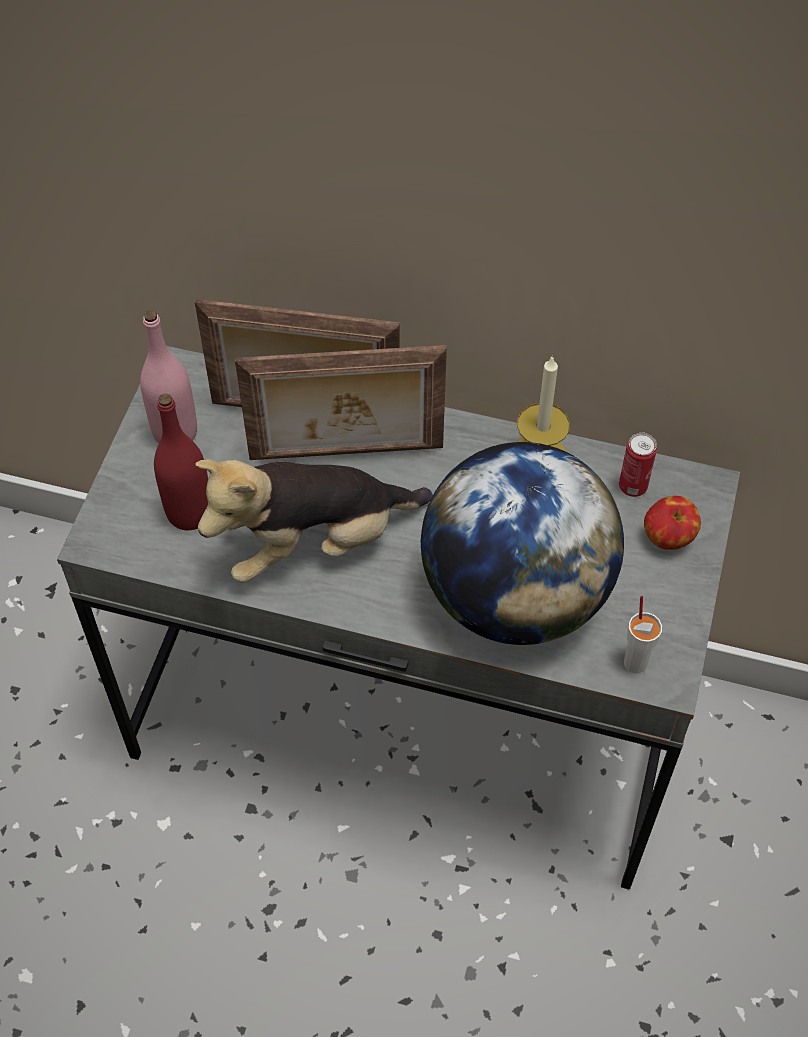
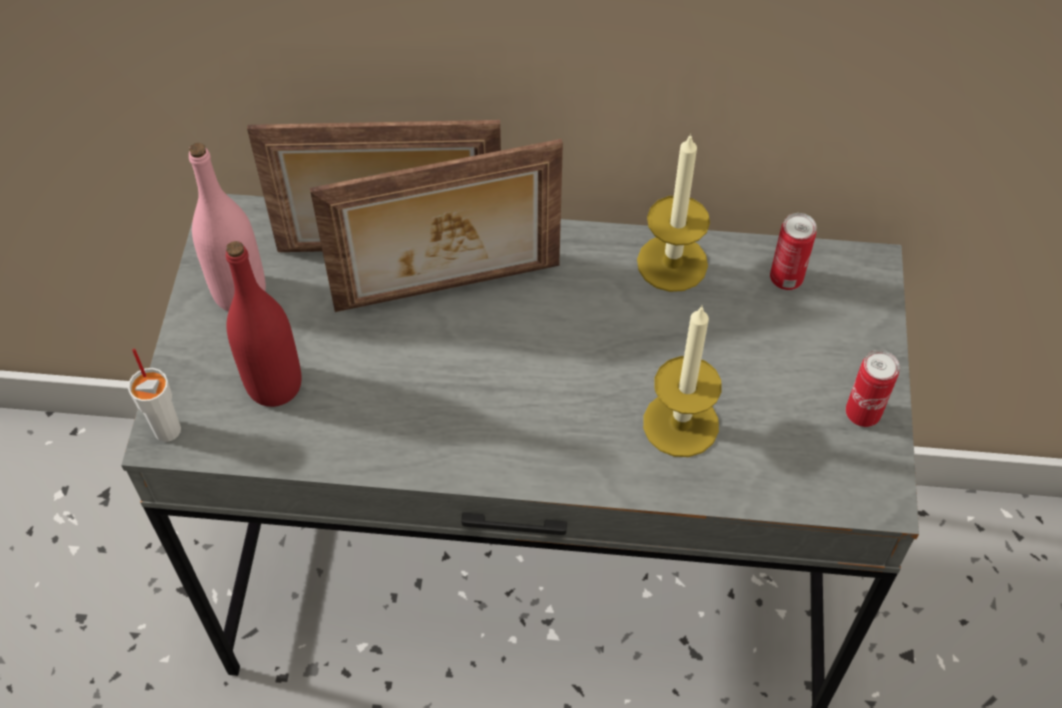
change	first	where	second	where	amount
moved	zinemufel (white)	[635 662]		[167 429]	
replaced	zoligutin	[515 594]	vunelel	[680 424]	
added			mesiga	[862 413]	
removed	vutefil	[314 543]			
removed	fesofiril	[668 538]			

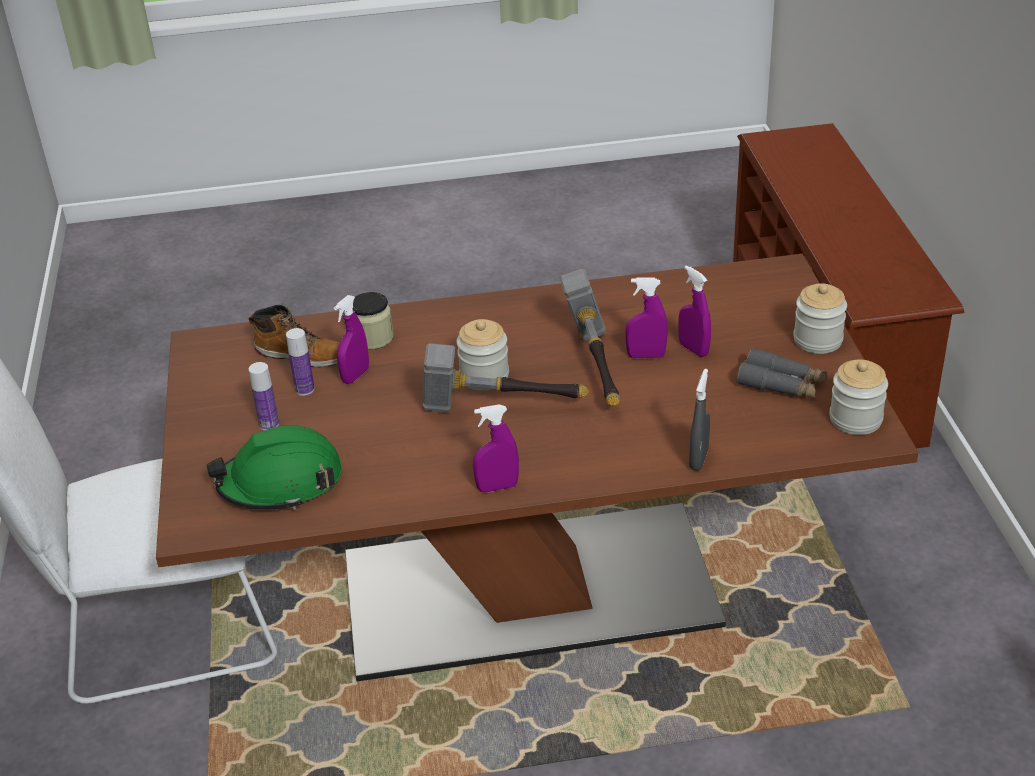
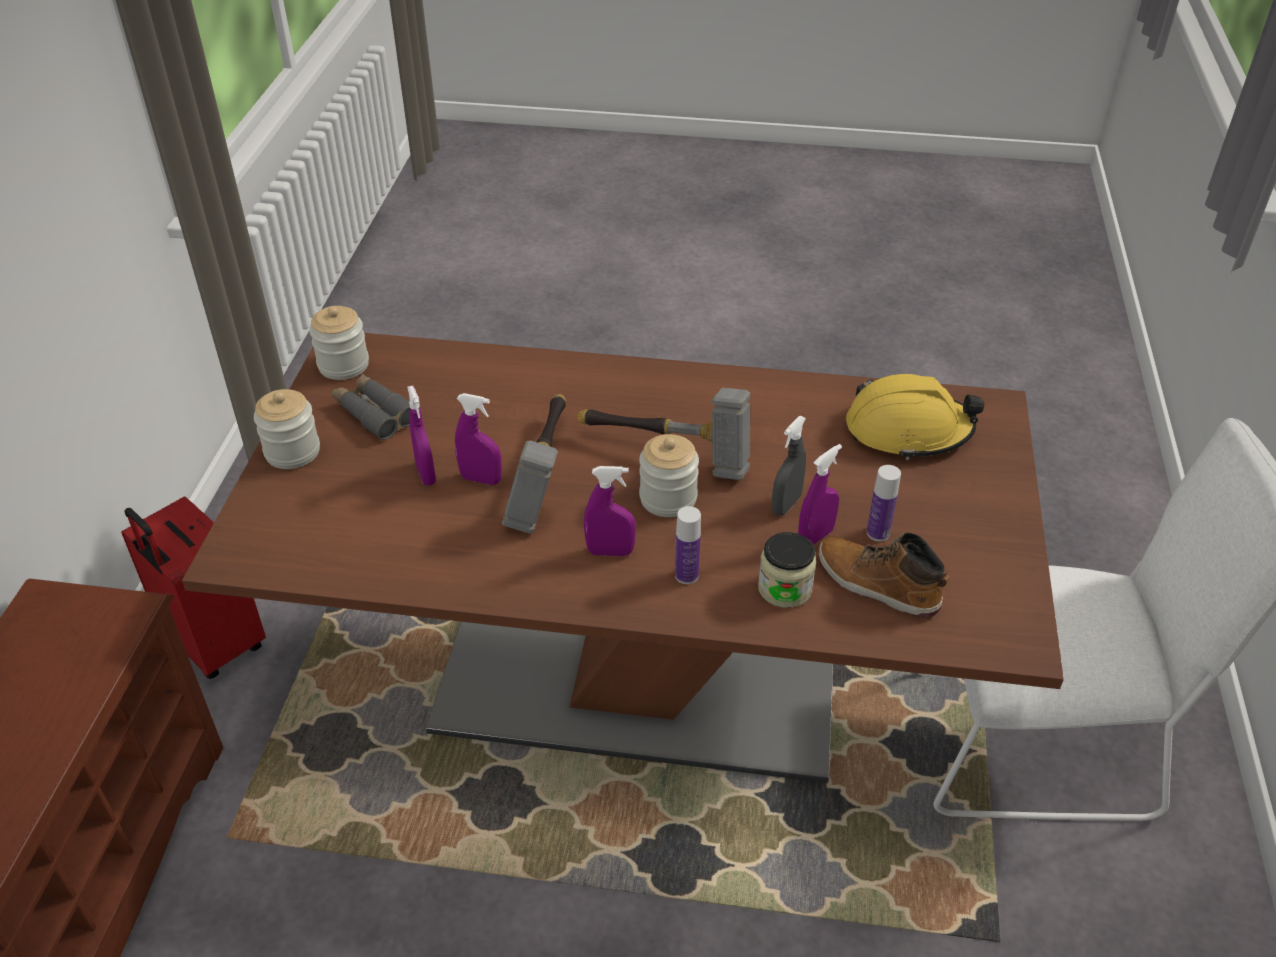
change	first	where	second	where	amount
added			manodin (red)	[212 644]	
moved	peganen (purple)	[497 487]		[610 552]	
moved	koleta	[269 424]		[686 575]	
moved	peganen (grey)	[698 459]		[786 505]	
recoloured	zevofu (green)	[281 483]	zevofu (yellow)	[908 430]	

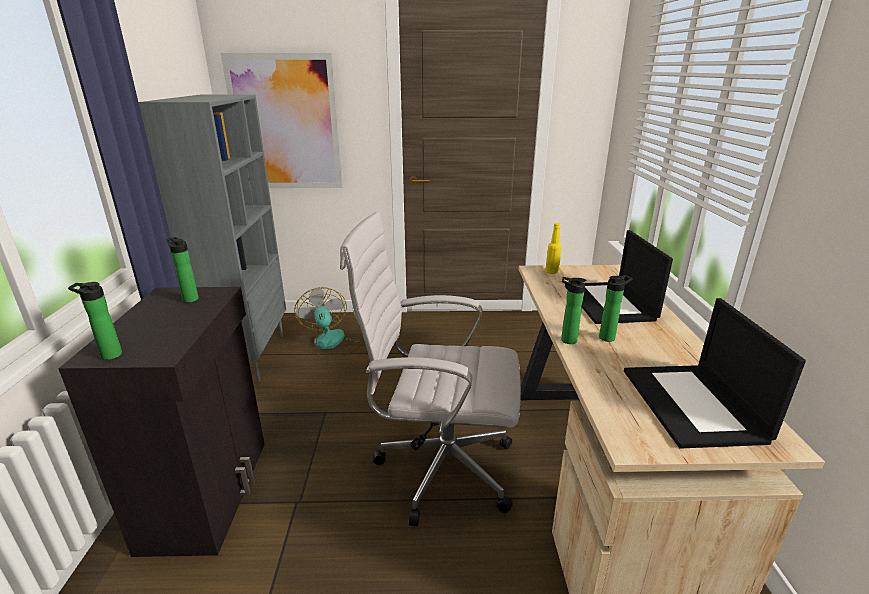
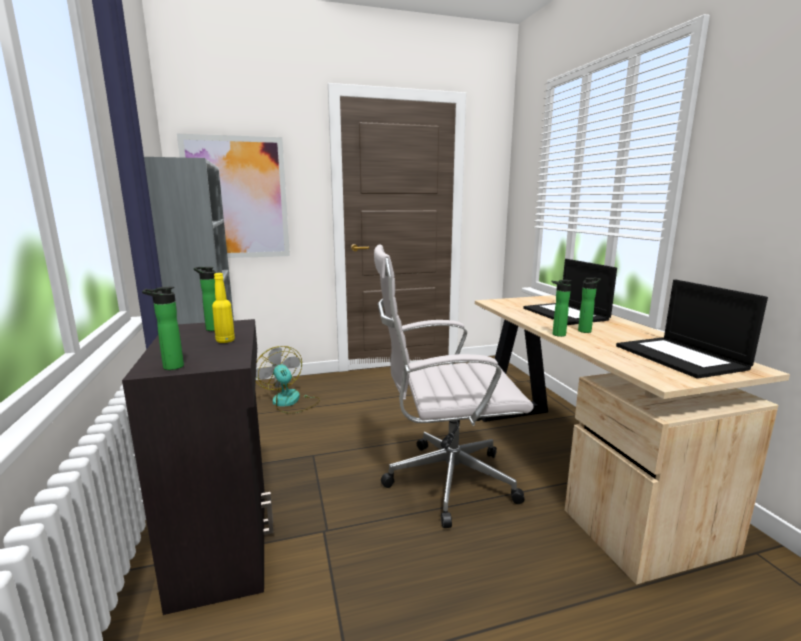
change	first	where	second	where	amount
moved	koleta (yellow)	[551 272]		[225 341]	

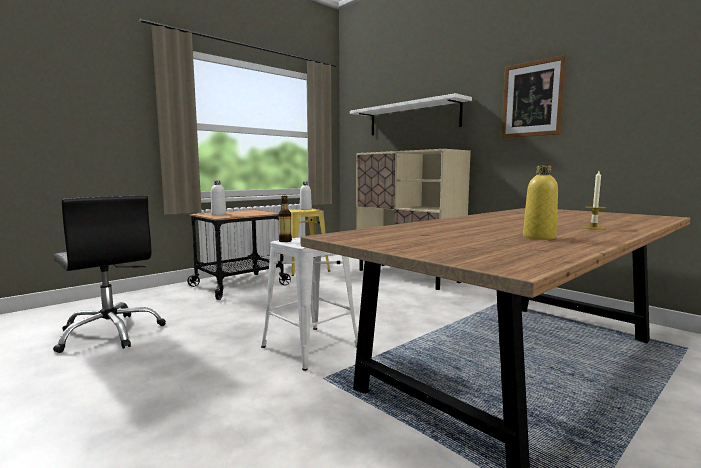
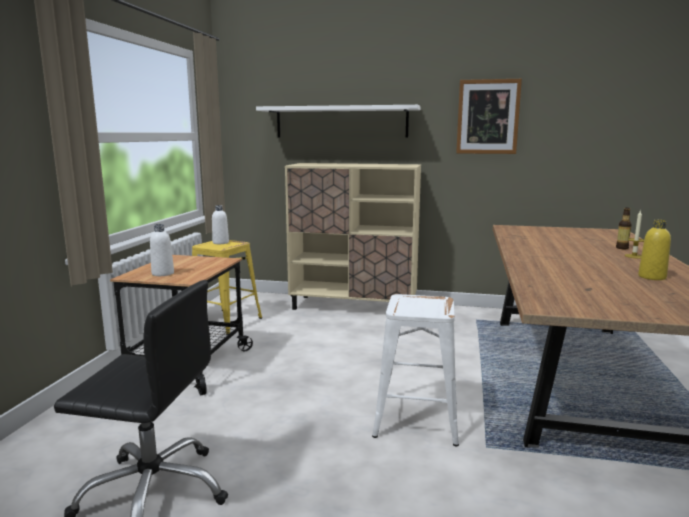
change	first	where	second	where	amount
moved	koleta	[285 241]		[622 248]	

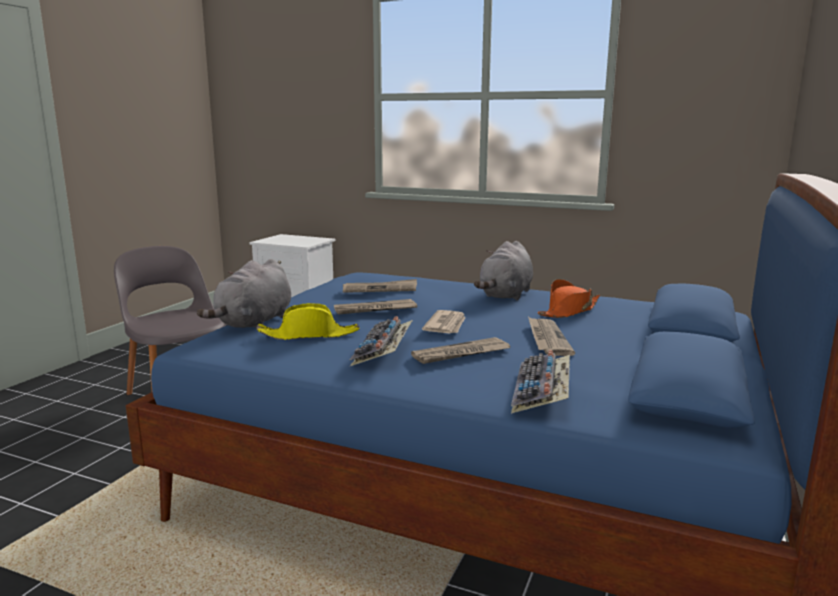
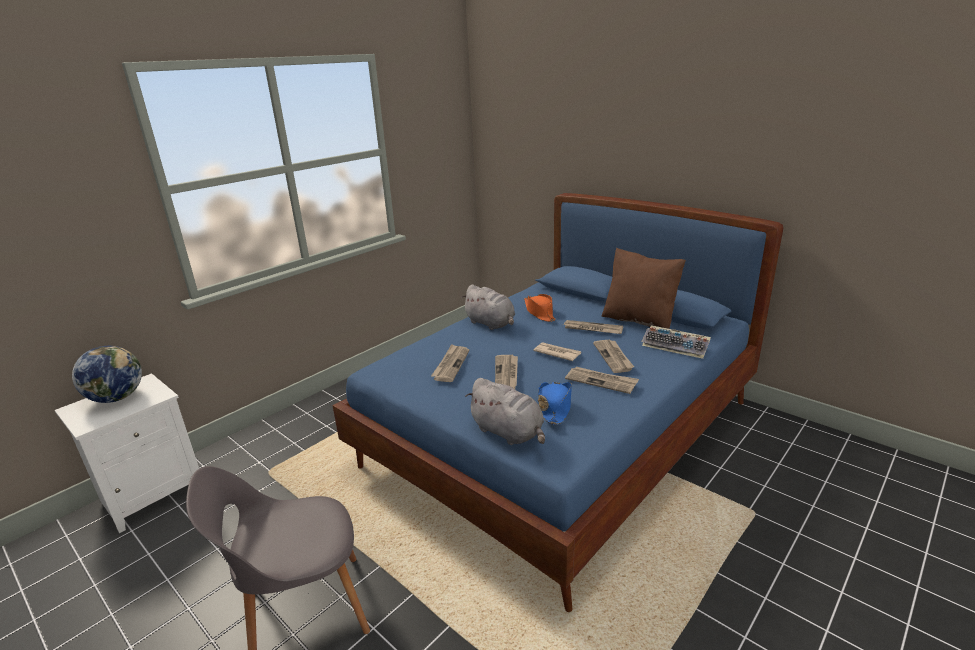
change	first	where	second	where	amount
added			zoligutin	[117 398]	
recoloured	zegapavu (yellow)	[309 335]	zegapavu (blue)	[555 407]	
replaced	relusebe	[383 351]	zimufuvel	[601 381]	
added			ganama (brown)	[639 320]	

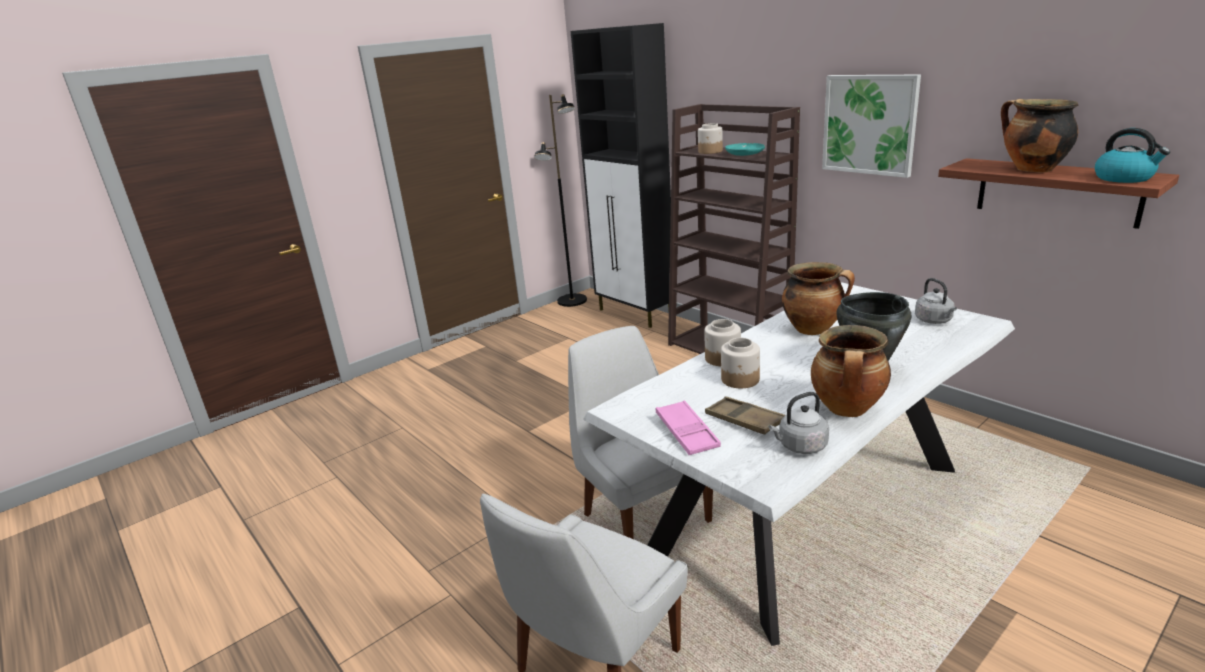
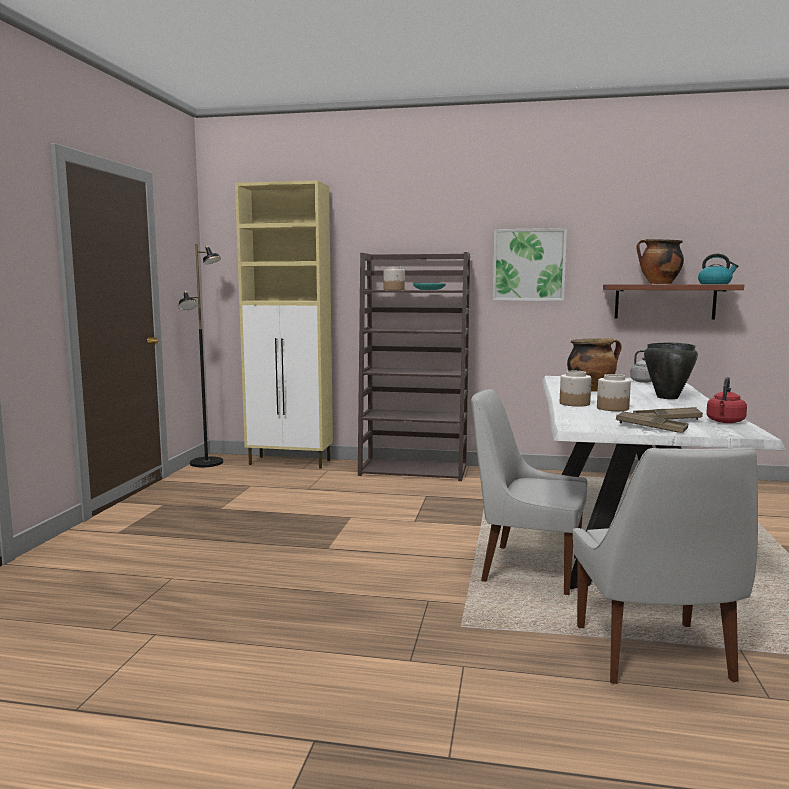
change	first	where	second	where	amount
recoloured	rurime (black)	[635 314]	rurime (beige)	[291 462]	
recoloured	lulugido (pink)	[687 432]	lulugido (brown)	[651 427]	
recoloured	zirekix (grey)	[800 446]	zirekix (red)	[725 422]	
removed	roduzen	[848 410]			

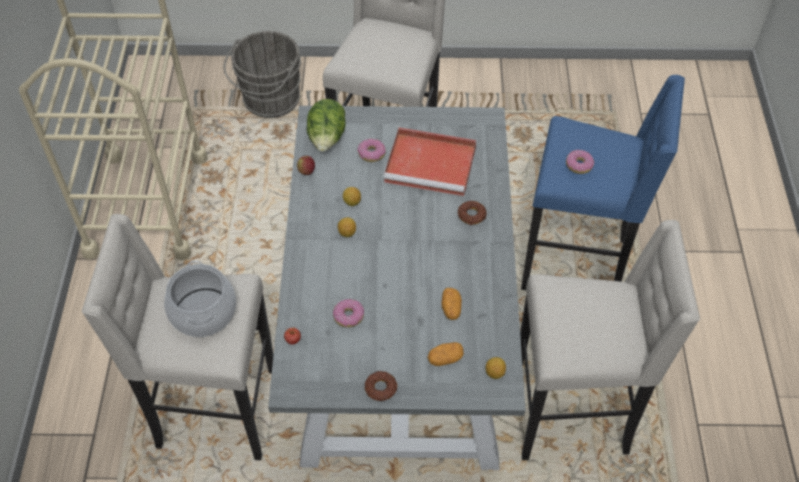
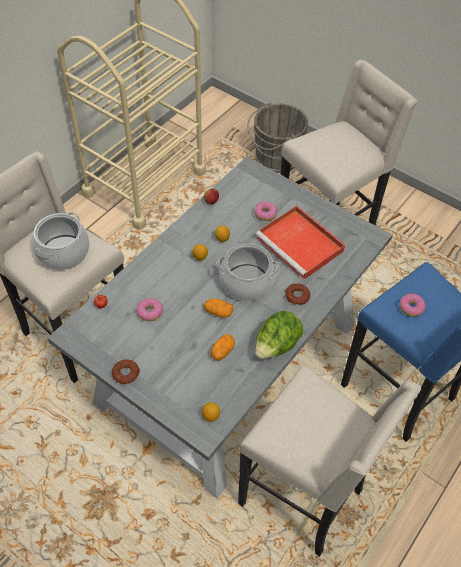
change	first	where	second	where	amount
moved	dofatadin	[445 359]		[218 312]	
added			roduzen	[246 283]	
moved	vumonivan	[327 139]		[276 346]	

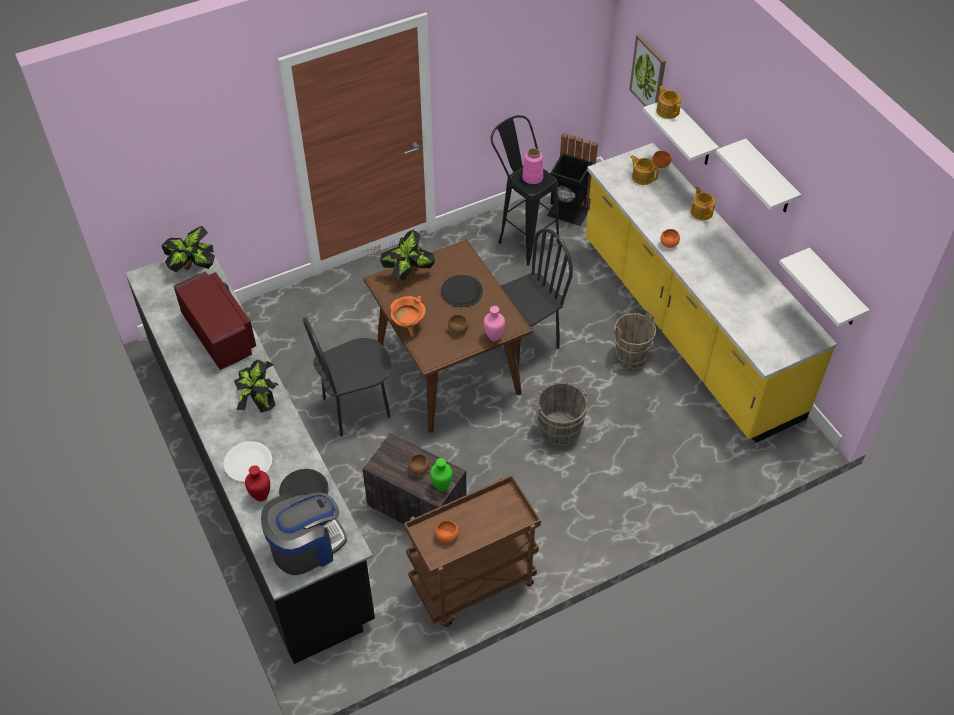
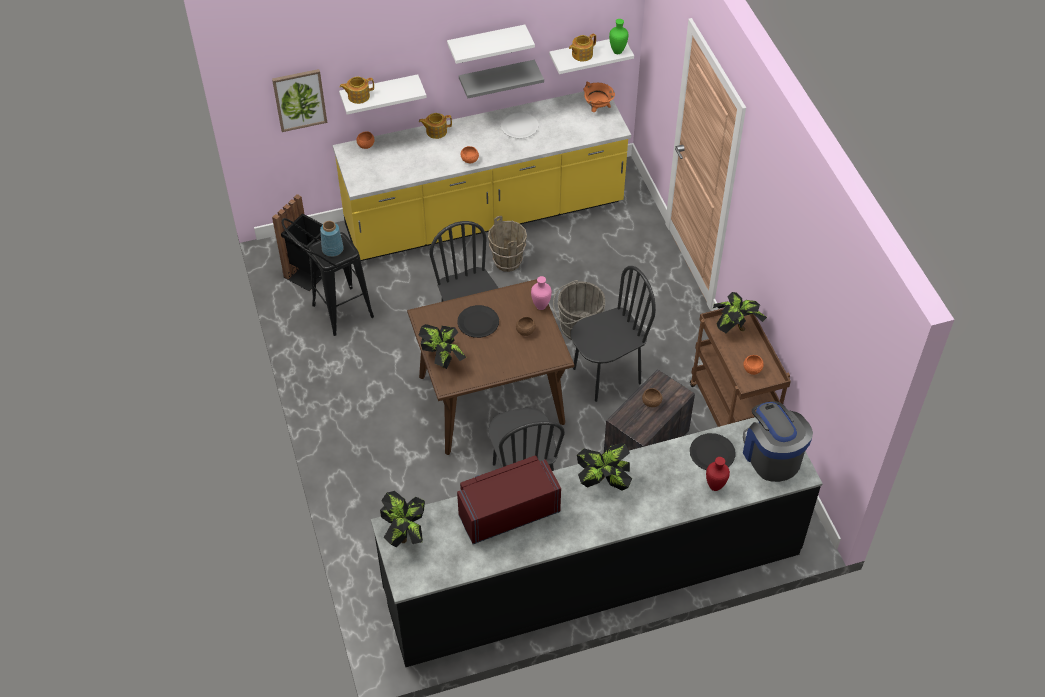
change	first	where	second	where	amount
recoloured	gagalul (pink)	[532 177]	gagalul (blue)	[332 249]	
added			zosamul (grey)	[497 79]	
moved	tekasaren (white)	[248 462]		[519 126]	
moved	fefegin	[642 177]		[581 54]	
added			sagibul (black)	[606 375]	
moved	roduzen (orange)	[408 326]		[597 108]	
moved	gagalul (green)	[442 486]		[617 51]	
added			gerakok	[735 328]	

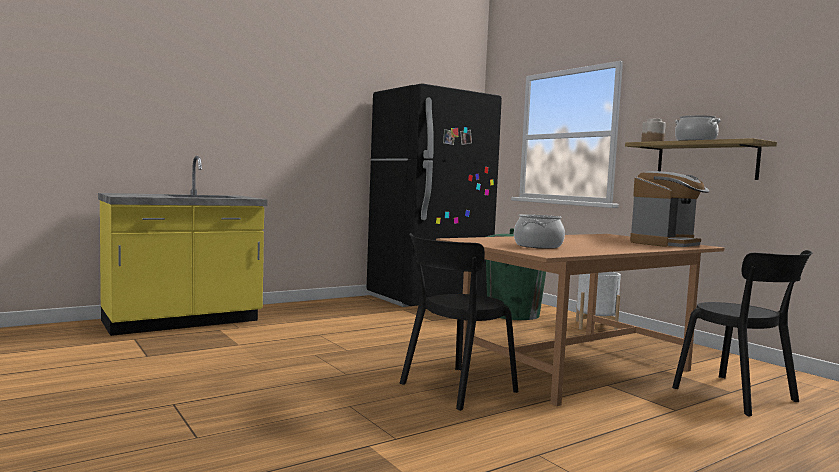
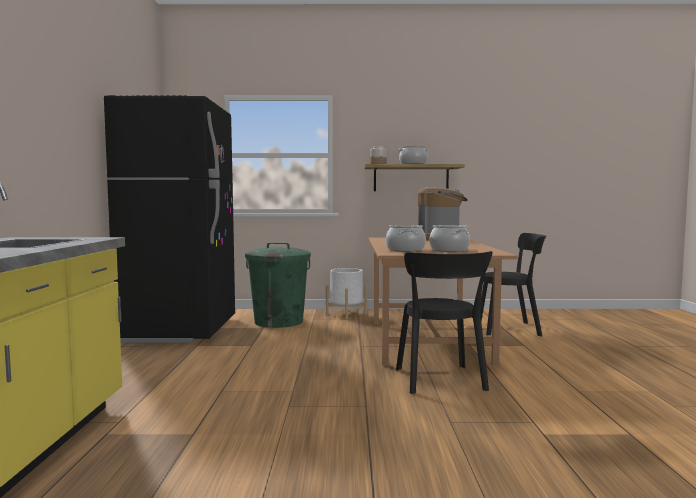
change	first	where	second	where	amount
added			roduzen	[405 250]	

